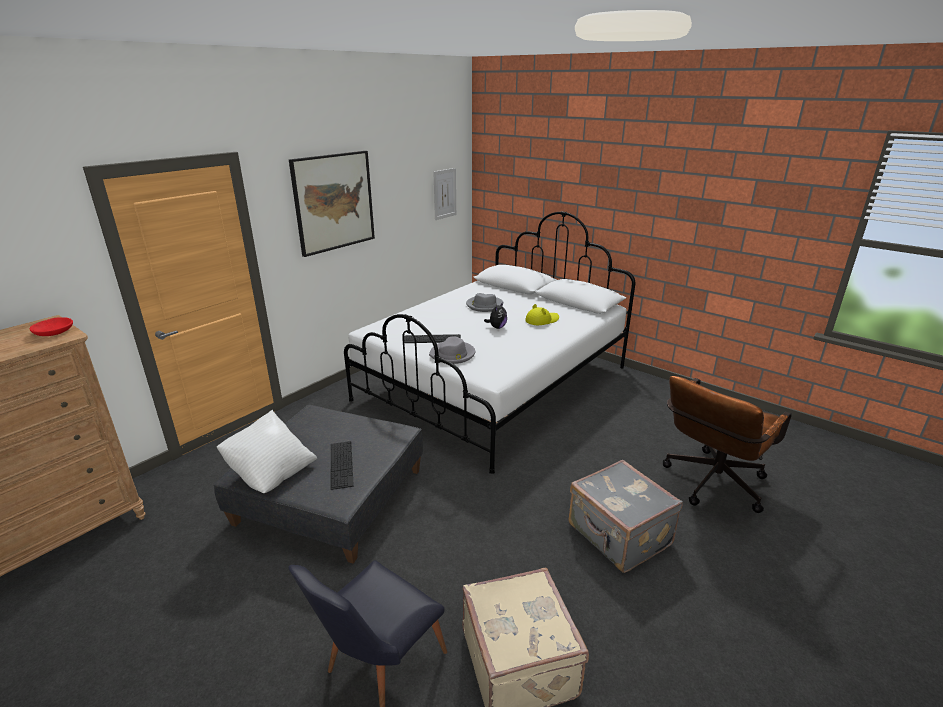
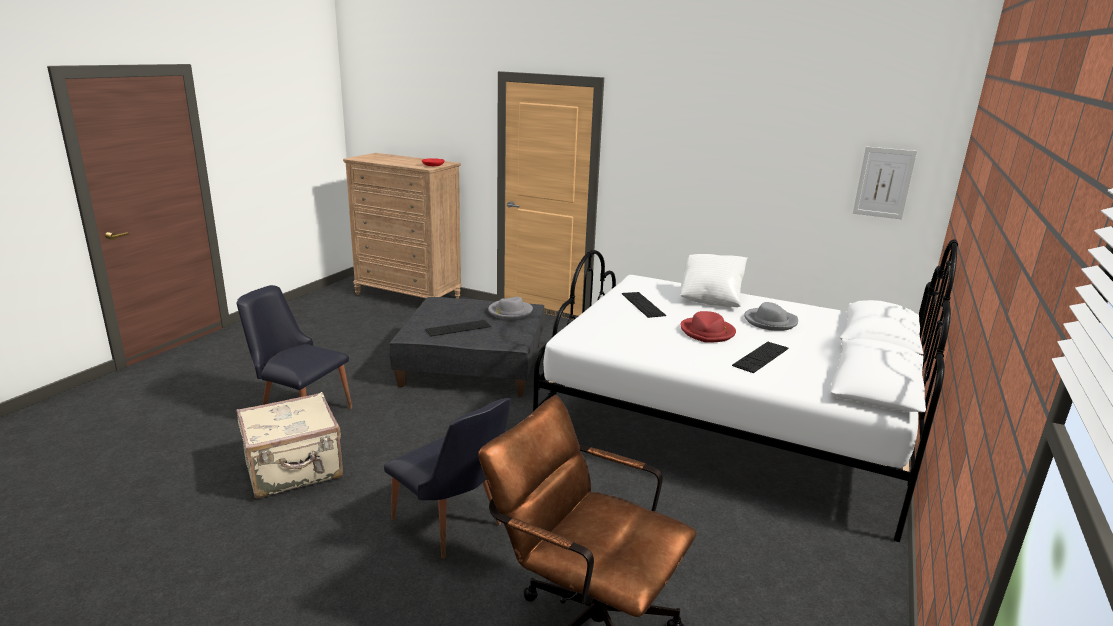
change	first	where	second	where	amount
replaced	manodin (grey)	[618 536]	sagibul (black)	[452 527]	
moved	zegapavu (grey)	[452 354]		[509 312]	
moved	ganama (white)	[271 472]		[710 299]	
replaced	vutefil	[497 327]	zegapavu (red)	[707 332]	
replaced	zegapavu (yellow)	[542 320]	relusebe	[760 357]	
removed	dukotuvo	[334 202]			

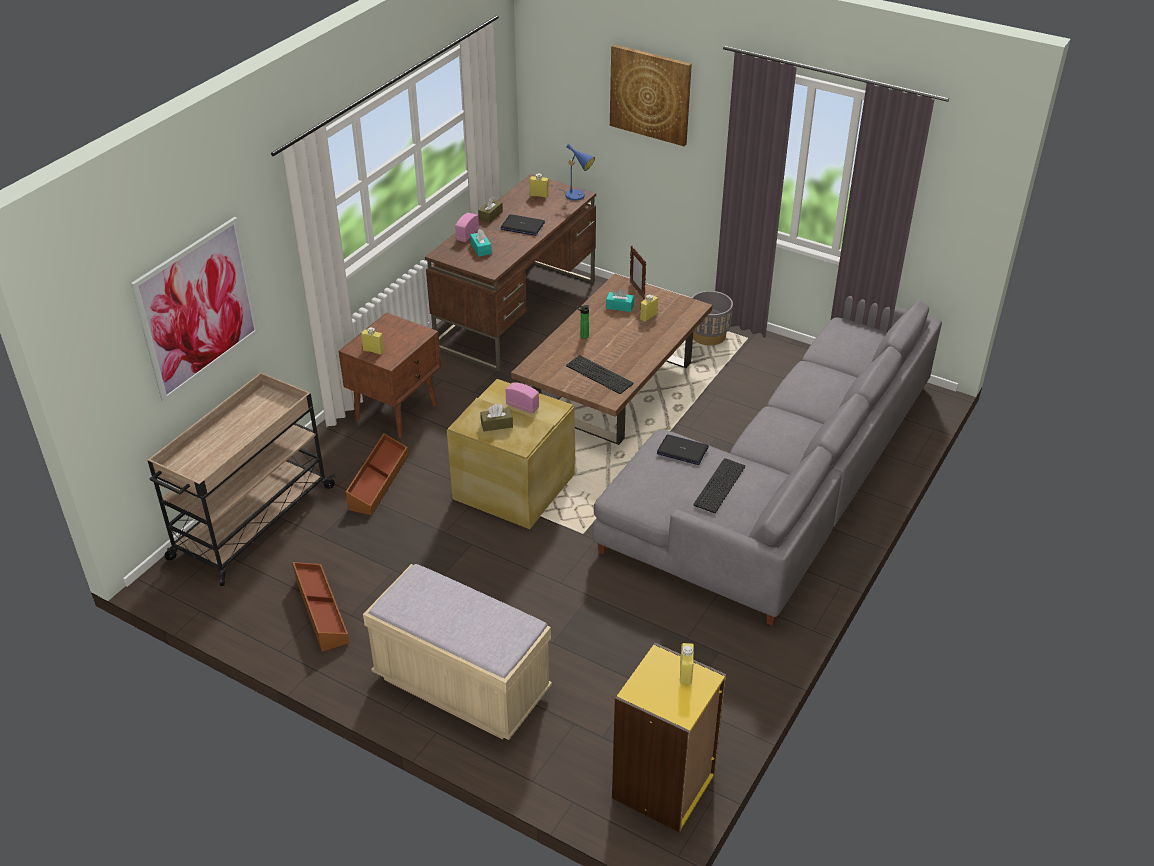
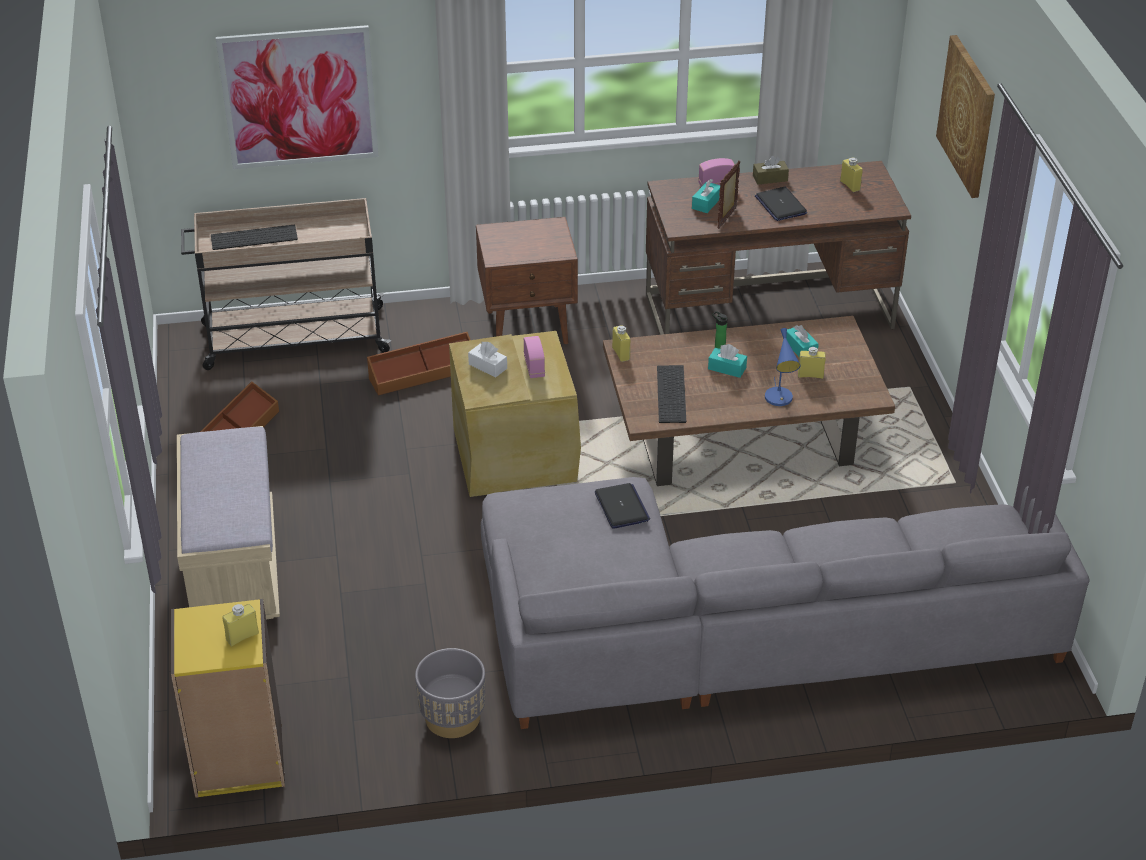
change	first	where	second	where	amount
moved	relusebe	[718 484]		[255 237]	
moved	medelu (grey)	[708 336]		[452 718]	
recoloured	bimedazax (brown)	[497 424]	bimedazax (white)	[487 366]	
moved	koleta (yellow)	[373 350]		[621 354]	
added			bimedazax (turquoise)	[727 368]	
moved	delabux	[637 290]		[727 218]	
moved	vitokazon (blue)	[578 196]		[780 400]	

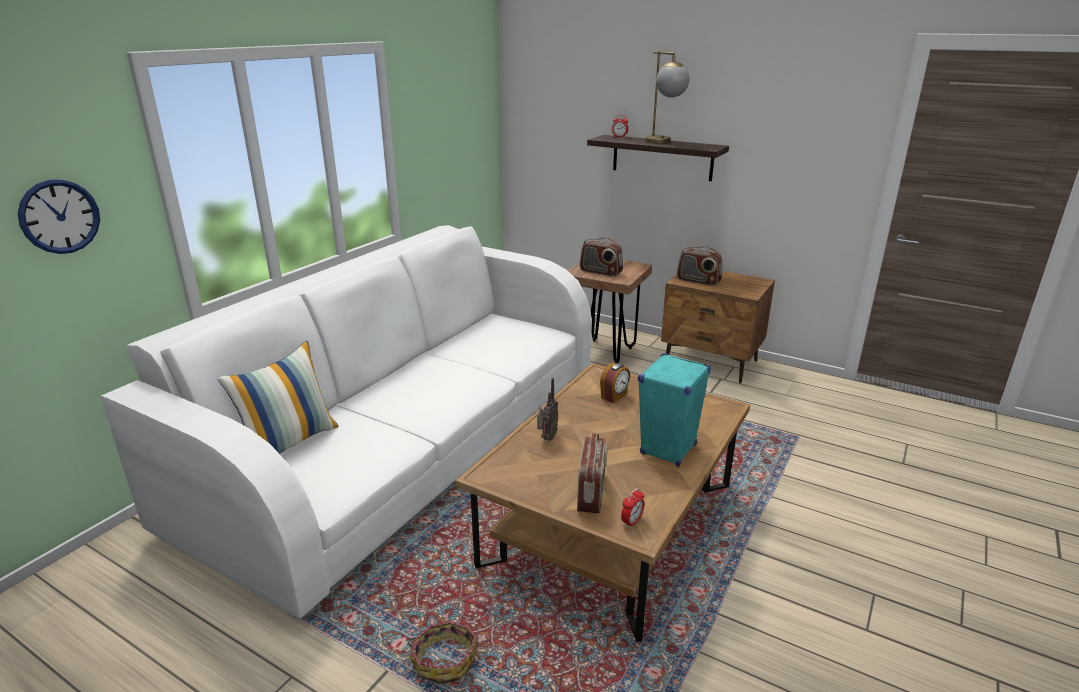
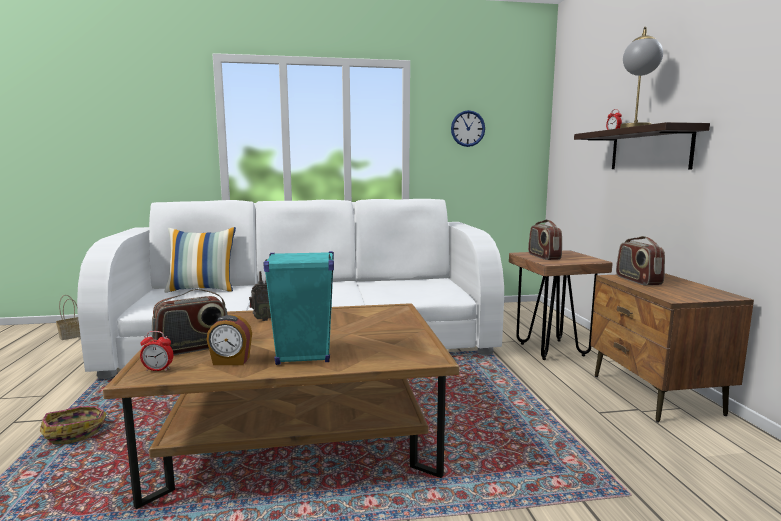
change	first	where	second	where	amount
added			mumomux	[72 335]	
moved	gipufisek	[614 396]		[231 361]	
moved	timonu	[60 216]		[467 128]	

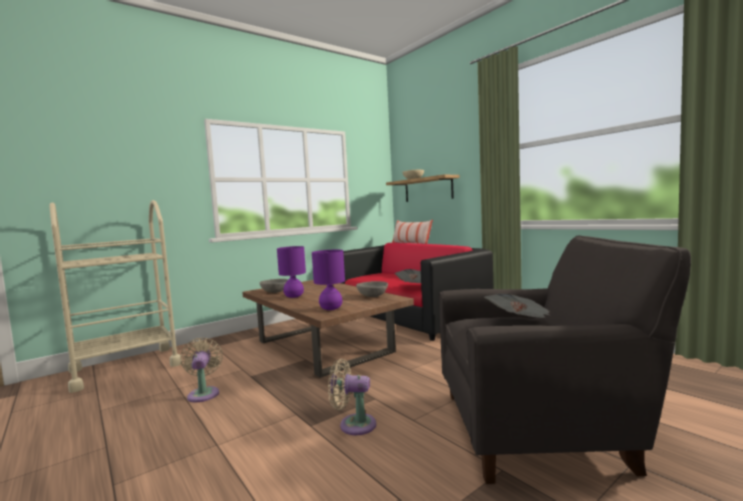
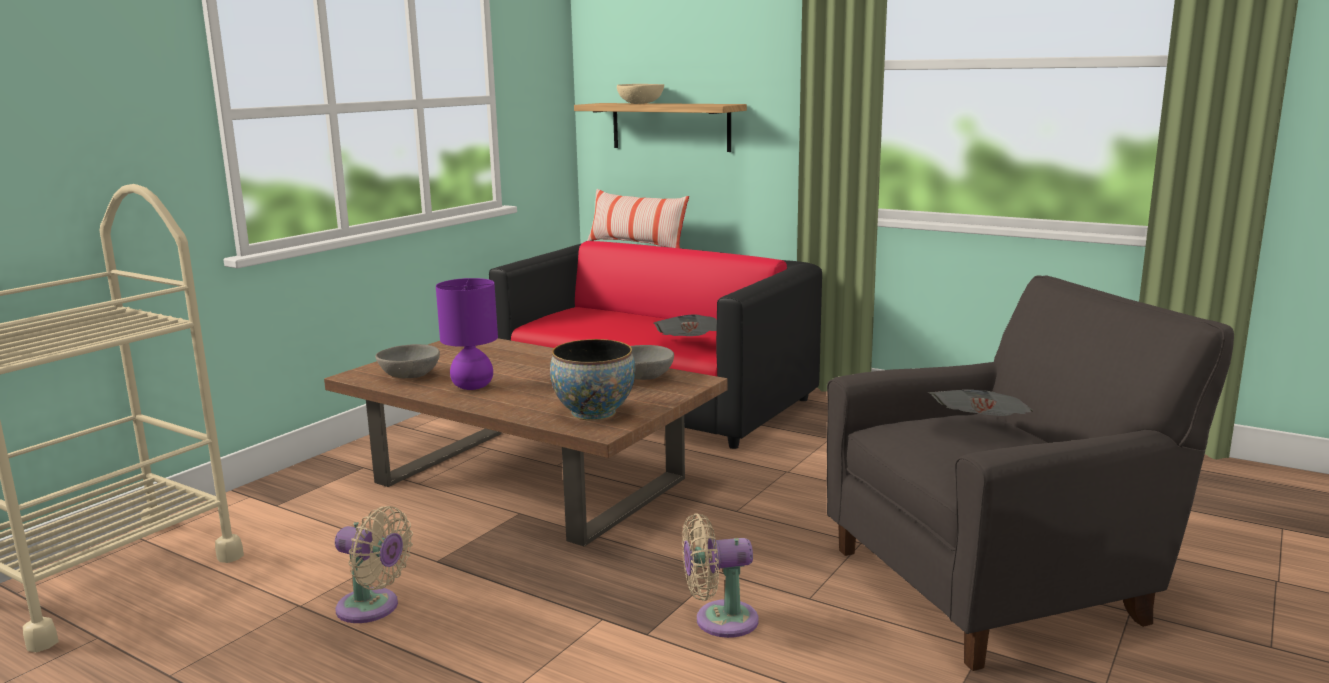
change	first	where	second	where	amount
turned	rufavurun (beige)	[204 393]		[373 608]	150 degrees clockwise
replaced	vitokazon (purple)	[331 308]	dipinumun	[594 413]	

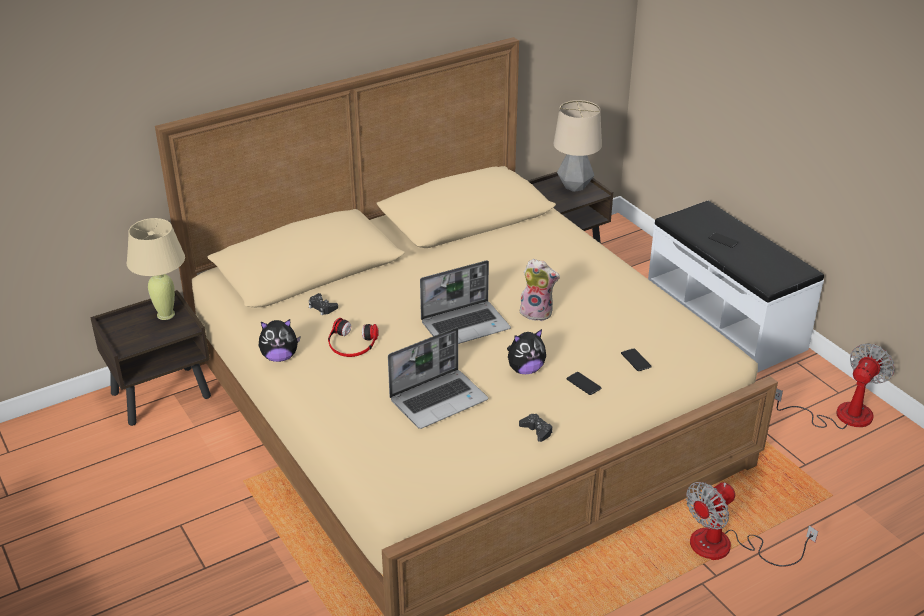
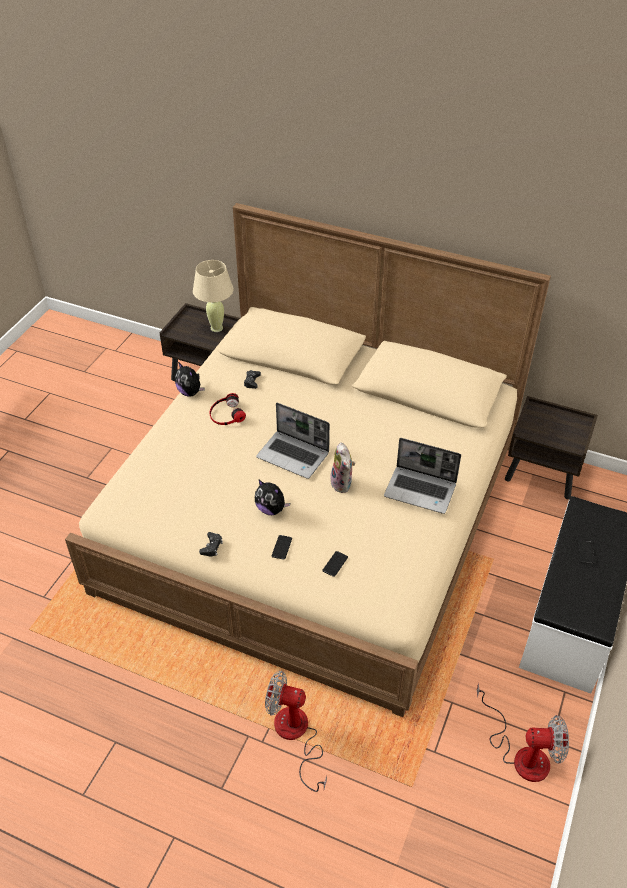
change	first	where	second	where	amount
moved	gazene	[439 399]		[421 490]	
removed	vitokazon	[575 187]			

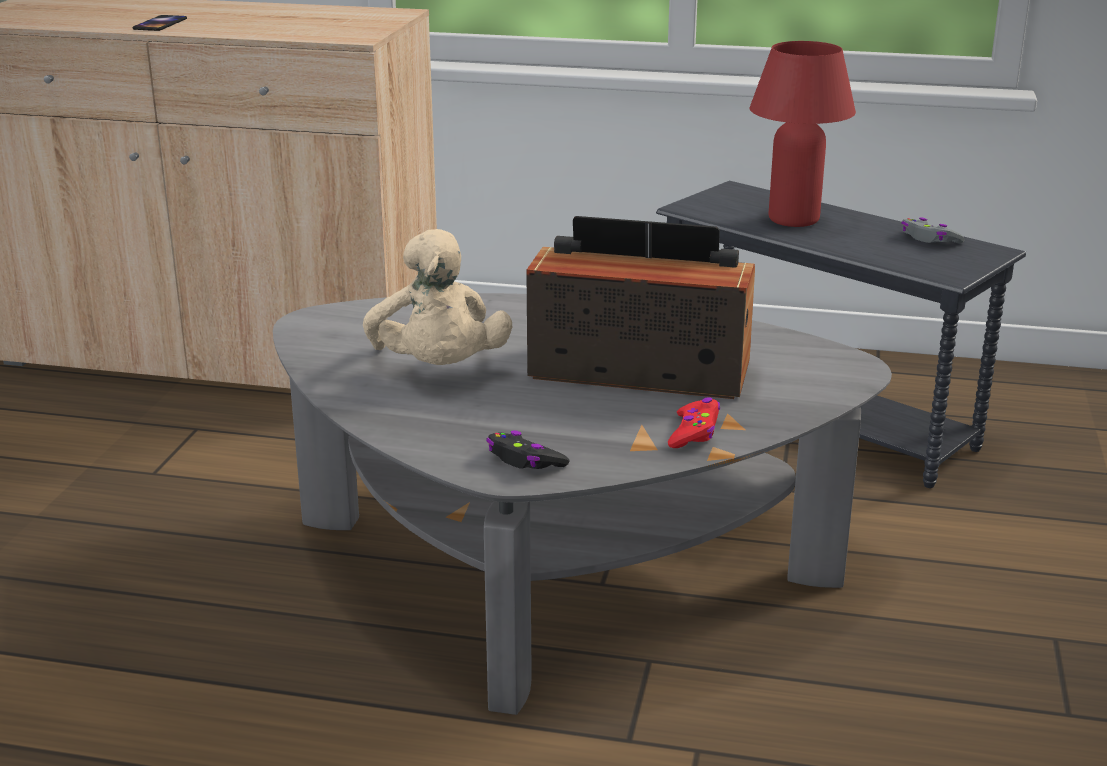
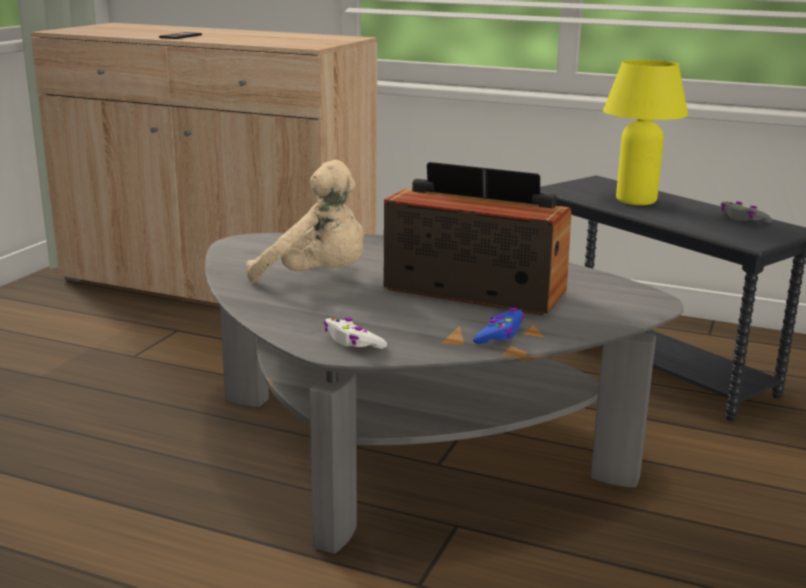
change	first	where	second	where	amount
turned	vutefil (beige)	[439 370]		[318 278]	60 degrees counterclockwise
recoloured	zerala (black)	[524 461]	zerala (white)	[353 342]	
recoloured	zerala (red)	[694 432]	zerala (blue)	[499 335]	
recoloured	vitokazon (red)	[793 219]	vitokazon (yellow)	[636 200]	

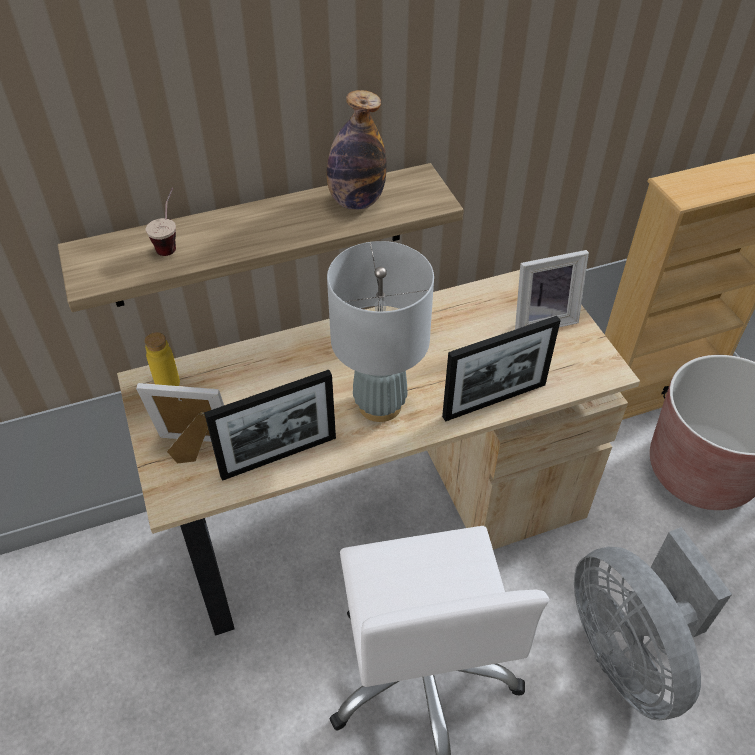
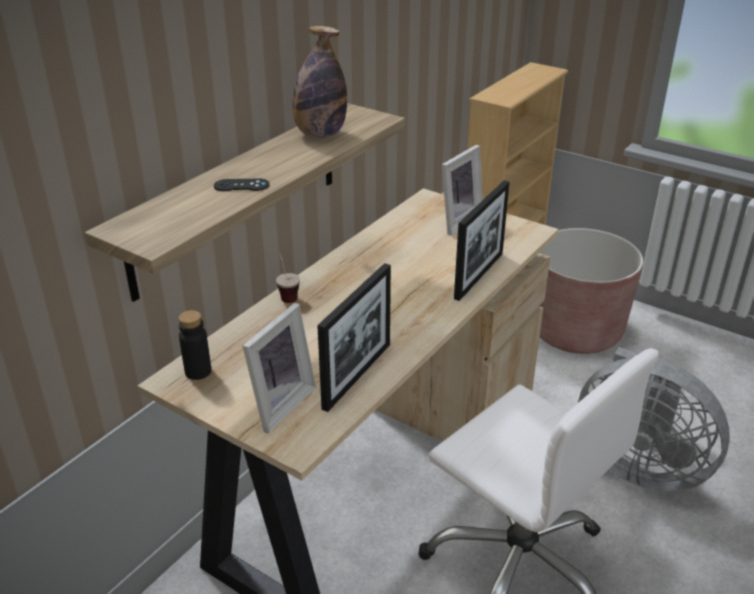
change	first	where	second	where	amount
recoloured	koleta (yellow)	[167 383]	koleta (black)	[198 371]	
added			zerala (black)	[241 185]	
turned	delabux	[194 450]		[278 404]	150 degrees clockwise
moved	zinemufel	[171 242]		[286 294]	
removed	vitokazon (grey)	[380 405]			

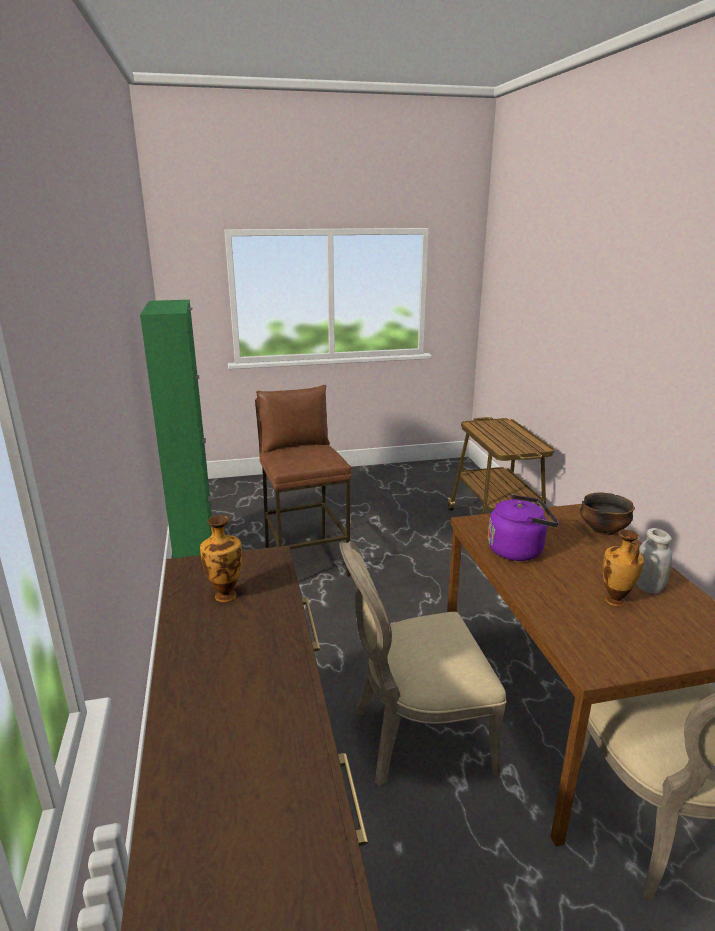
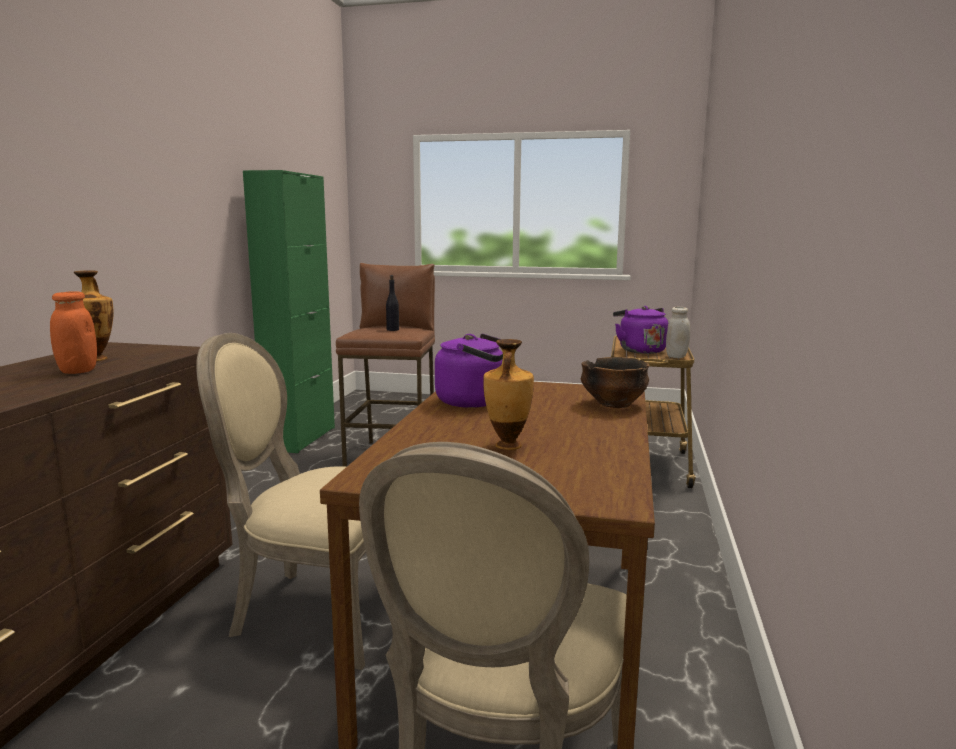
change	first	where	second	where	amount
added			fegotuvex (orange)	[78 371]	
added			koleta (black)	[393 330]	
added			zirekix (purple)	[639 350]	
moved	fegotuvex (white)	[648 587]		[676 356]	

